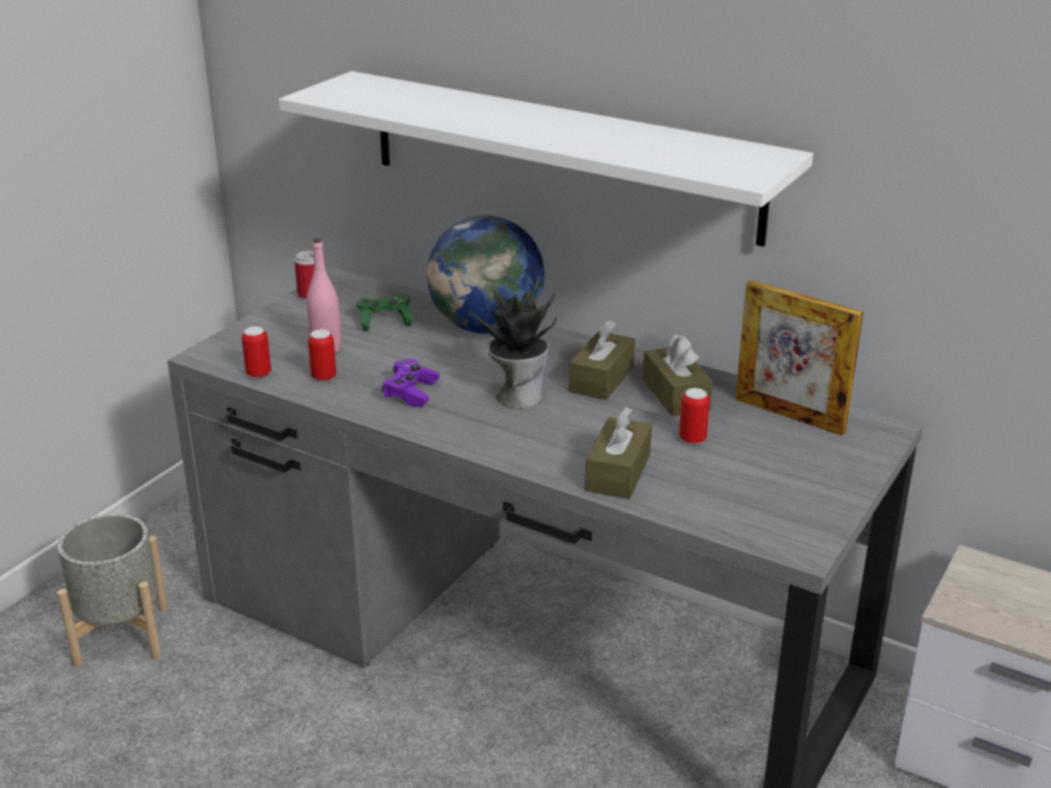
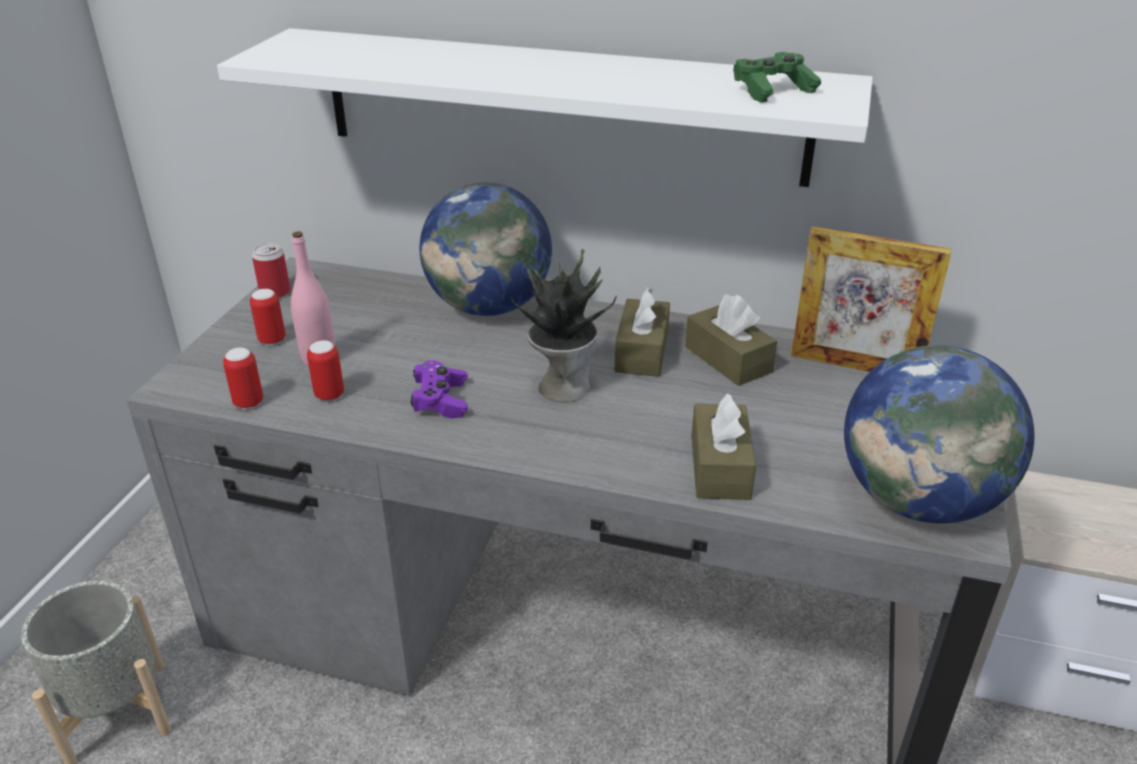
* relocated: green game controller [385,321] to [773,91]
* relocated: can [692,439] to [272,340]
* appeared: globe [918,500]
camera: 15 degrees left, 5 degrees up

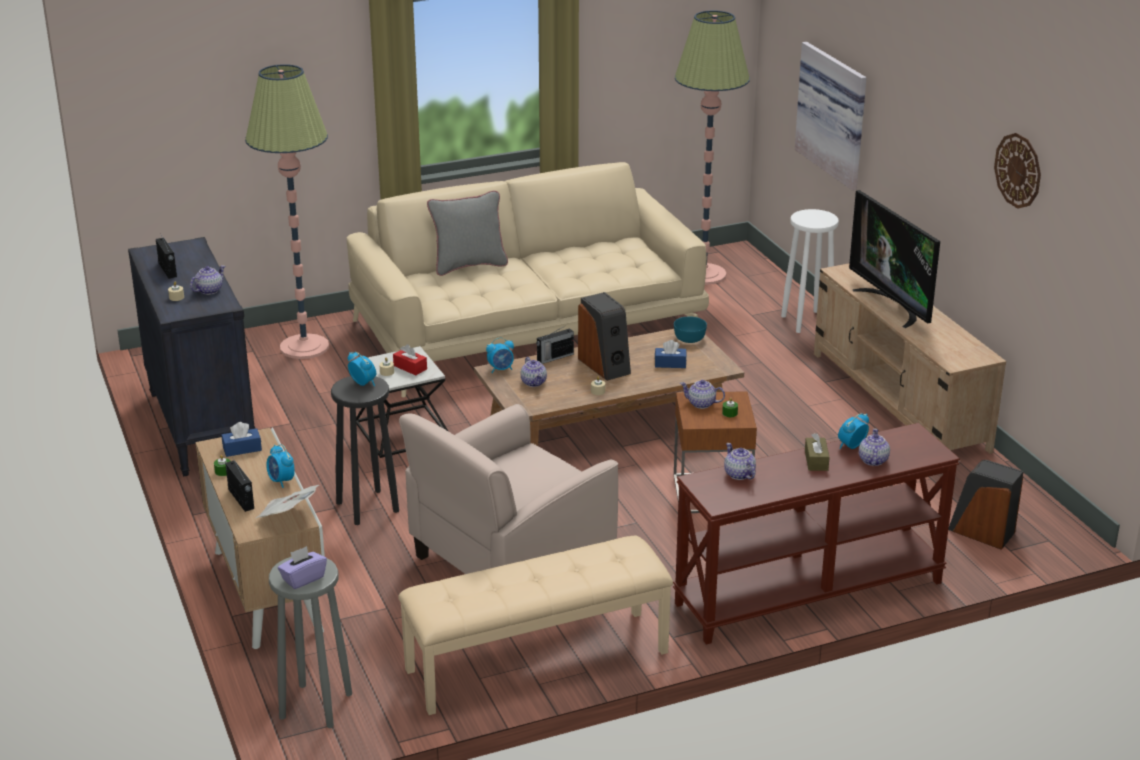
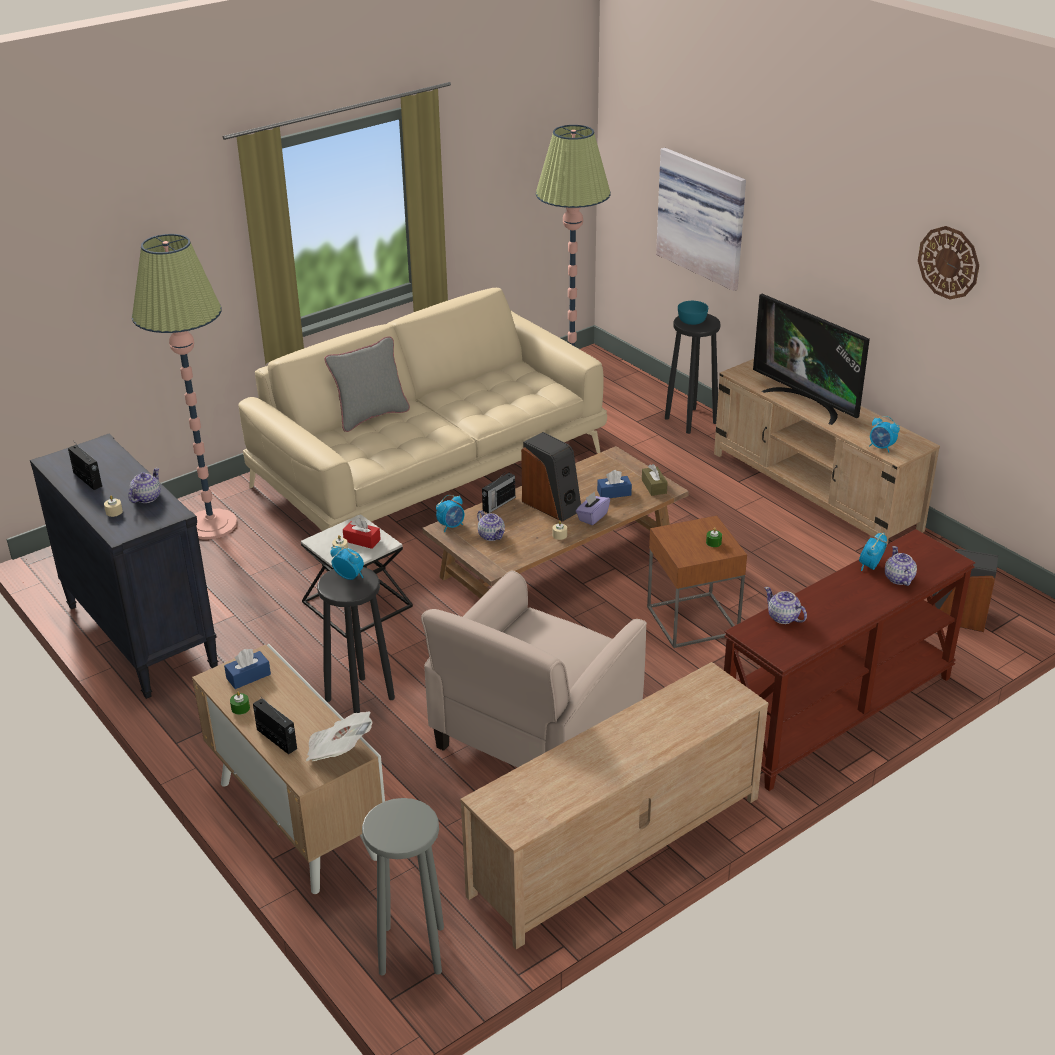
* colour: white stool [807,322] to black stool [691,421]
* relocated: turquoise bowl [690,338] to [692,320]
* missing: teapot [701,404]
* relocated: brown tissue box [816,461] to [654,486]
* relocated: alarm clock [281,481] to [881,447]
* exchanged: beige bench [537,662] to beige tv stand [615,846]
* relocated: purple tissue box [303,578] to [592,517]
camera: 15 degrees left, 5 degrees up

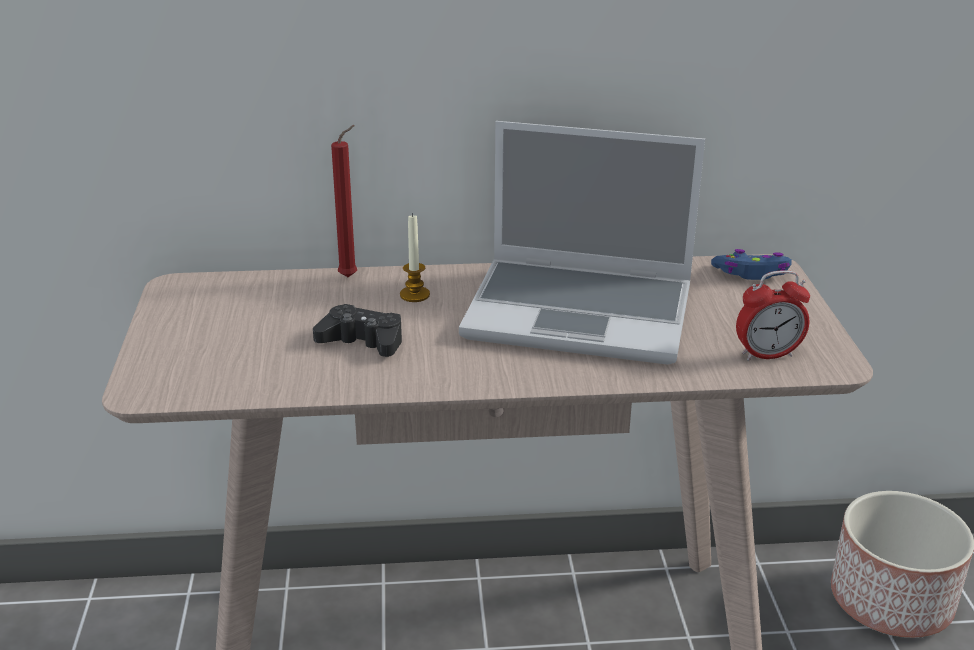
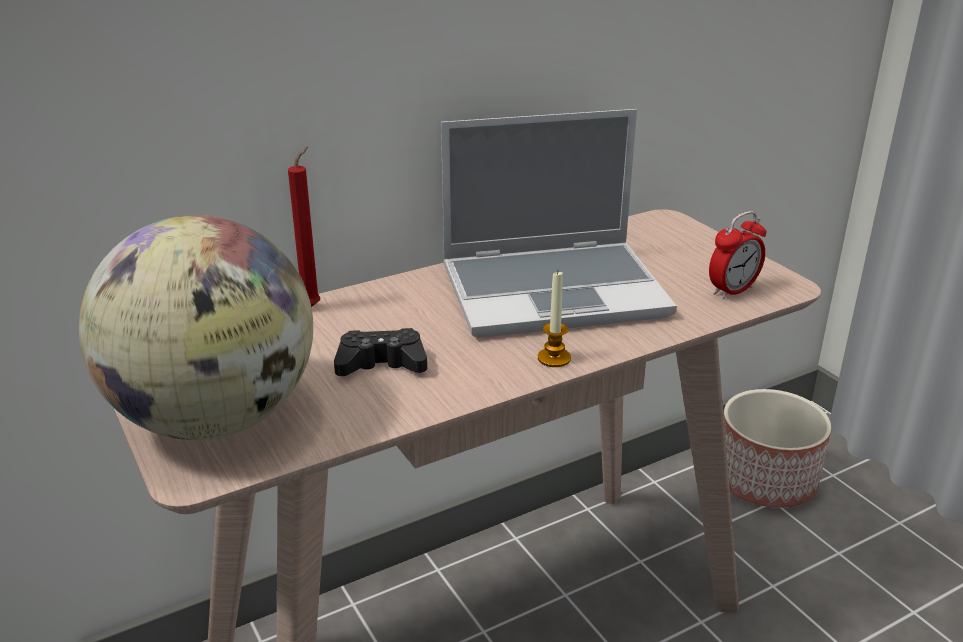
* relocated: candle [414,295] to [554,358]
* missing: blue game controller [752,273]
* appeared: globe [215,419]
camera: 25 degrees left, 0 degrees up

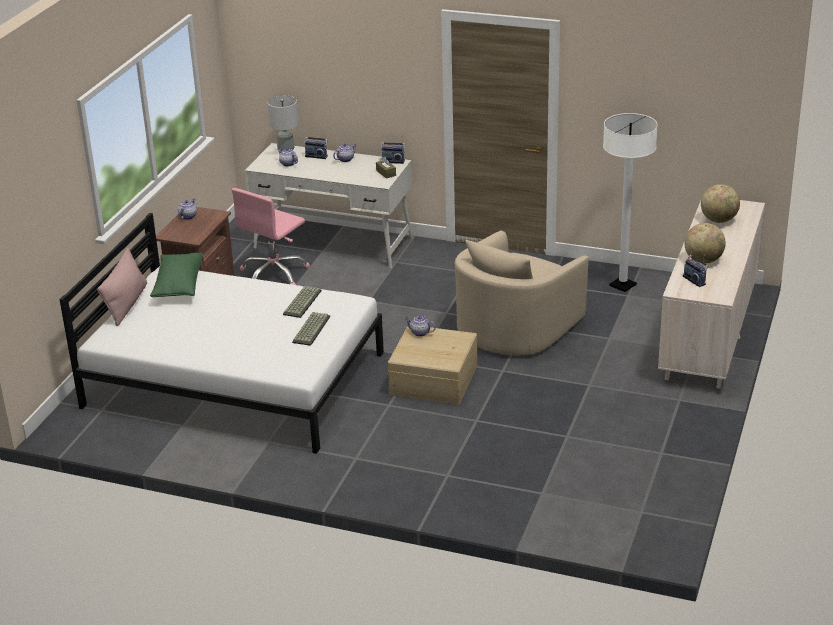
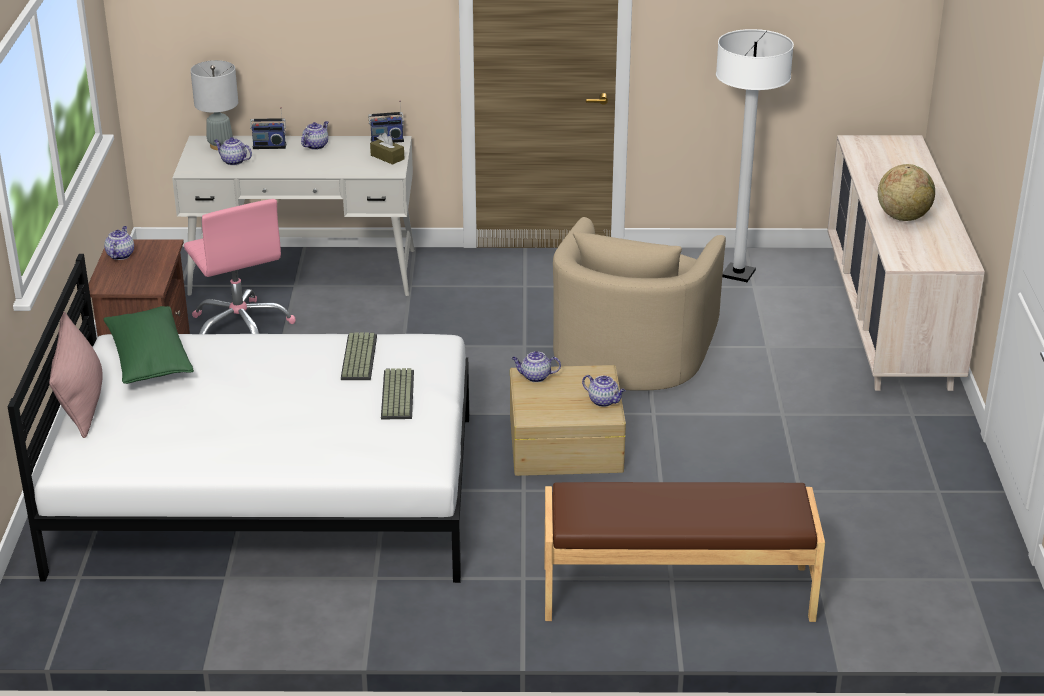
* missing: globe [719,220]
* spun: pink office chair [274,274] = [240,327] 45 degrees counterclockwise
* missing: radio [695,280]
* appeared: teapot [604,401]
* appeared: brown bench [677,593]
camera: 20 degrees left, 0 degrees up

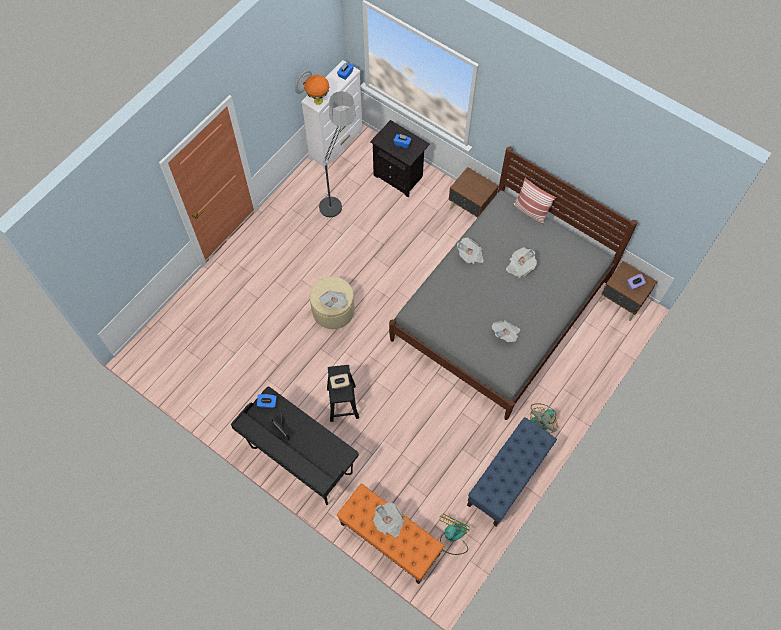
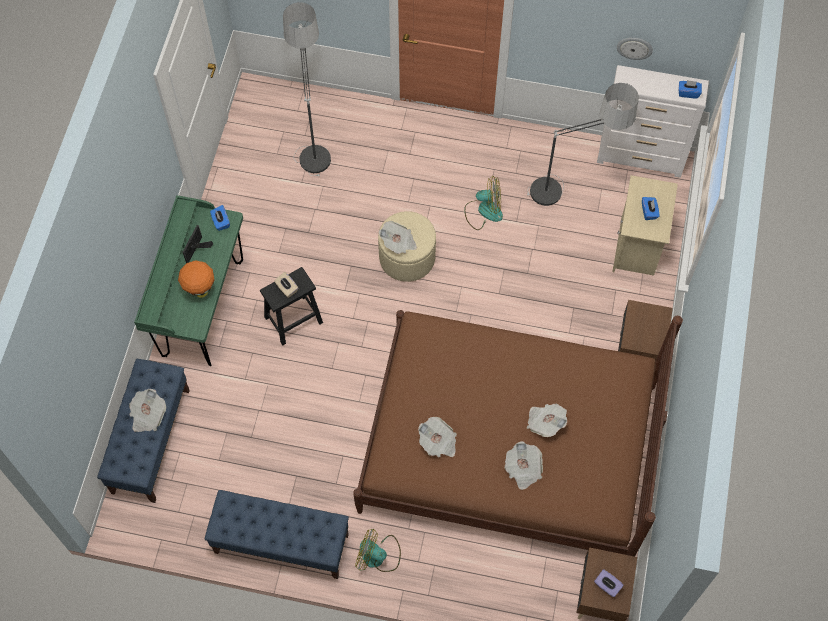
* relocated: orange table lamp [318,101] to [200,292]
* colour: black nightstand [400,176] to beige nightstand [637,249]
* colour: grey bed [501,310] to brown bed [507,447]
* missing: pillow [530,211]
* relocated: newspaper [470,255] to [523,469]
* colour: black desk [301,461] to green desk [203,308]
* colour: orange bench [389,539] to blue bench [151,440]
* relocated: fan [452,537] to [483,211]
* appeared: floor lamp [312,139]
camera: 65 degrees right, 0 degrees up

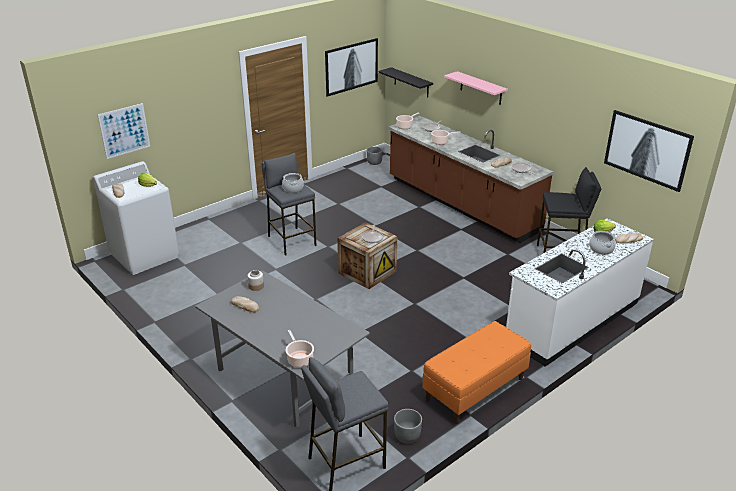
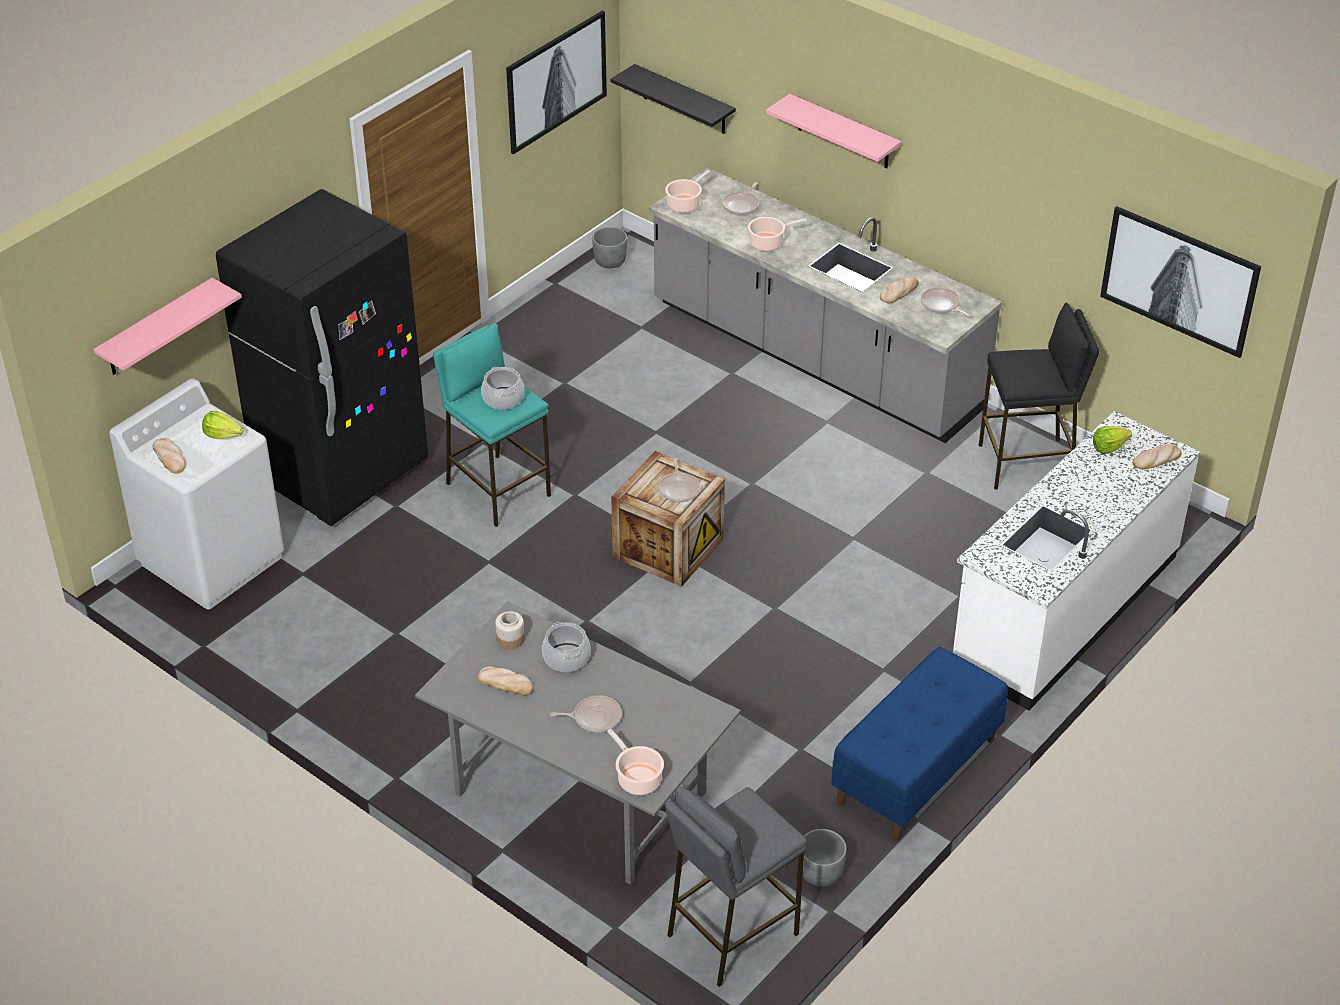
* exchanged: picture [124,130] to pink shelf [157,328]
* colour: brown counter [461,204] to grey counter [814,357]
* colour: grey stool [291,241] to turquoise stool [497,489]
* relocated: cooking pot [601,249] to [566,658]
* colour: orange bench [475,389] to blue bench [917,771]
* appeared: black fridge [342,473]
* appeared: frying pan [594,717]
camera: 10 degrees left, 10 degrees up

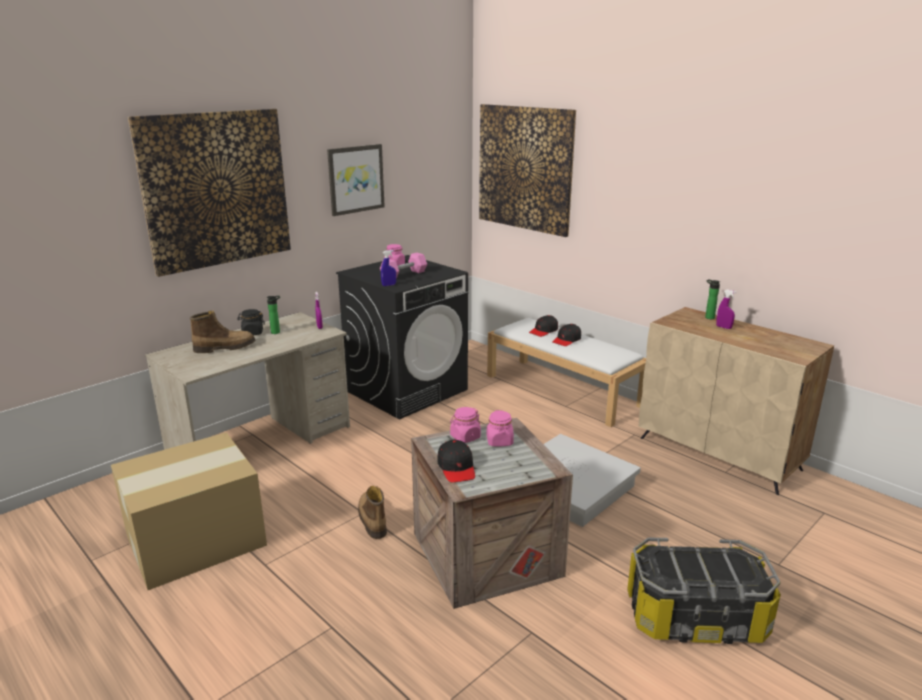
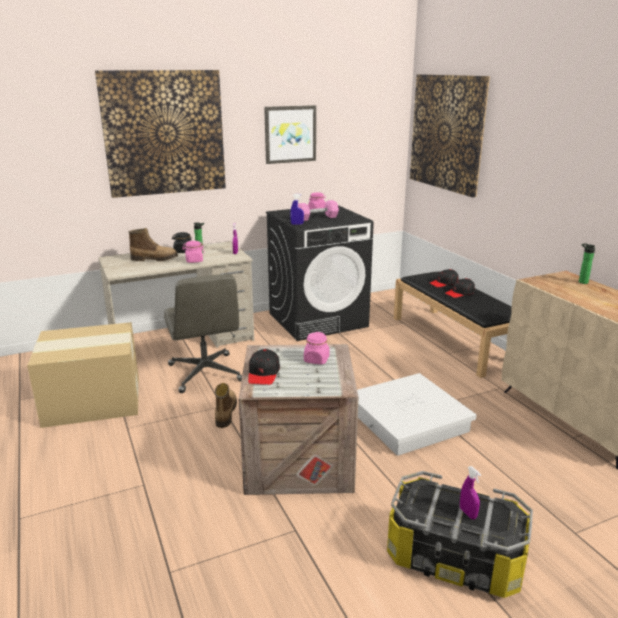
* relocated: purple spray bottle [723,327] to [468,513]
* colour: white bench [563,390] to black bench [455,340]
* relocated: pink jar [465,437] to [194,261]
* appeared: grey office chair [206,373]
camera: 20 degrees right, 0 degrees up

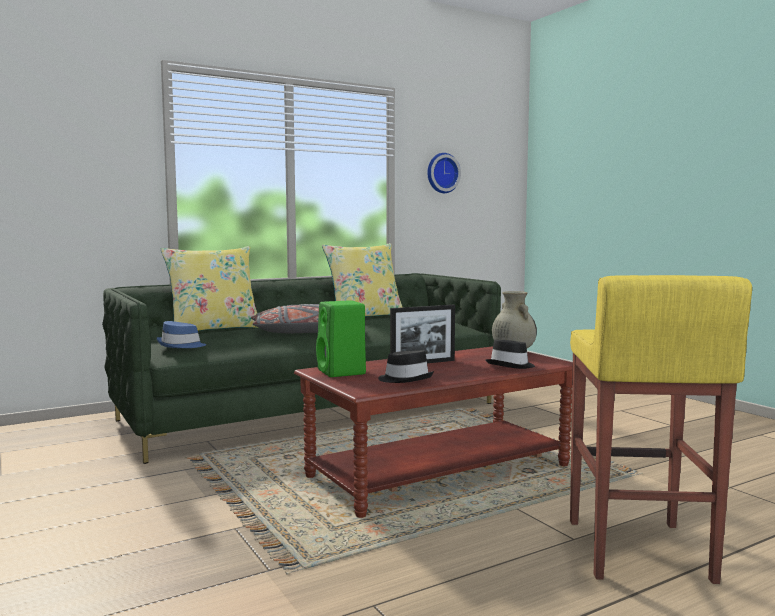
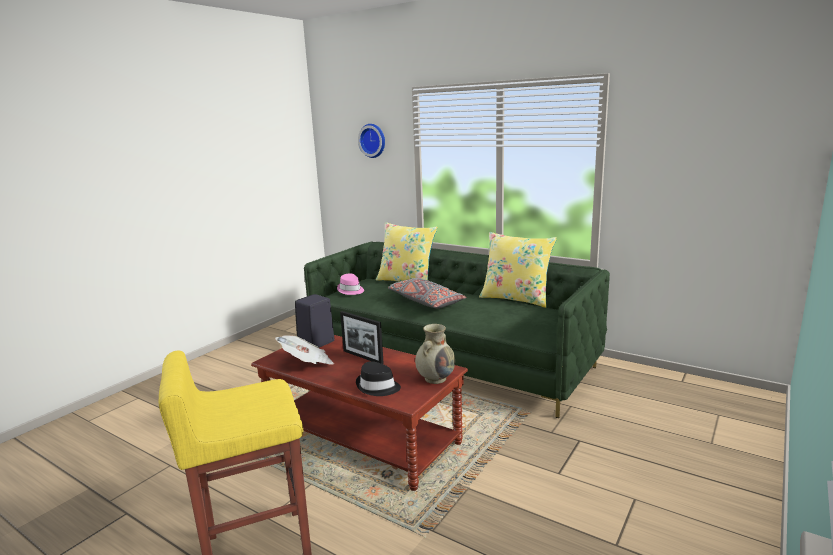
* relocated: wall clock [441,173] to [373,140]
* colour: green speaker [342,372] to black speaker [315,343]
* colour: blue hat [181,345] to pink hat [350,290]
* exchanged: black hat [405,379] to newspaper [307,363]
camera: 65 degrees right, 10 degrees up

